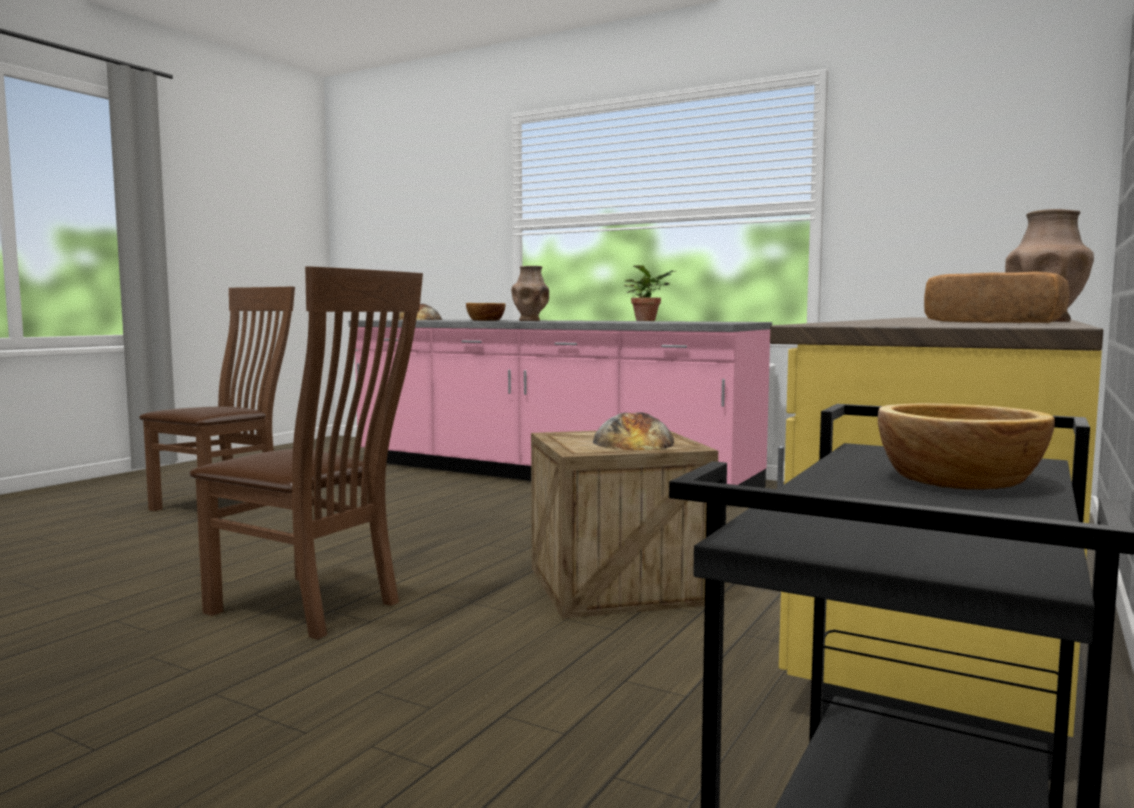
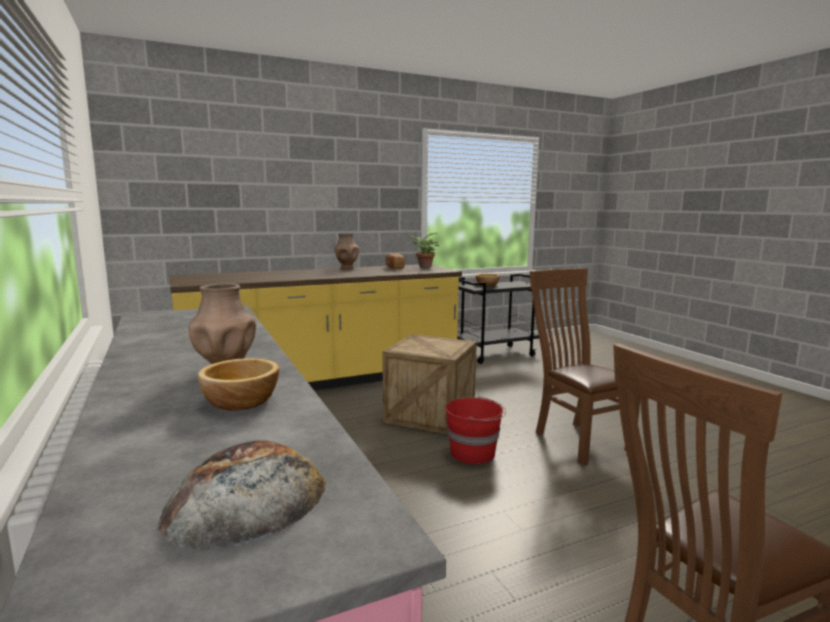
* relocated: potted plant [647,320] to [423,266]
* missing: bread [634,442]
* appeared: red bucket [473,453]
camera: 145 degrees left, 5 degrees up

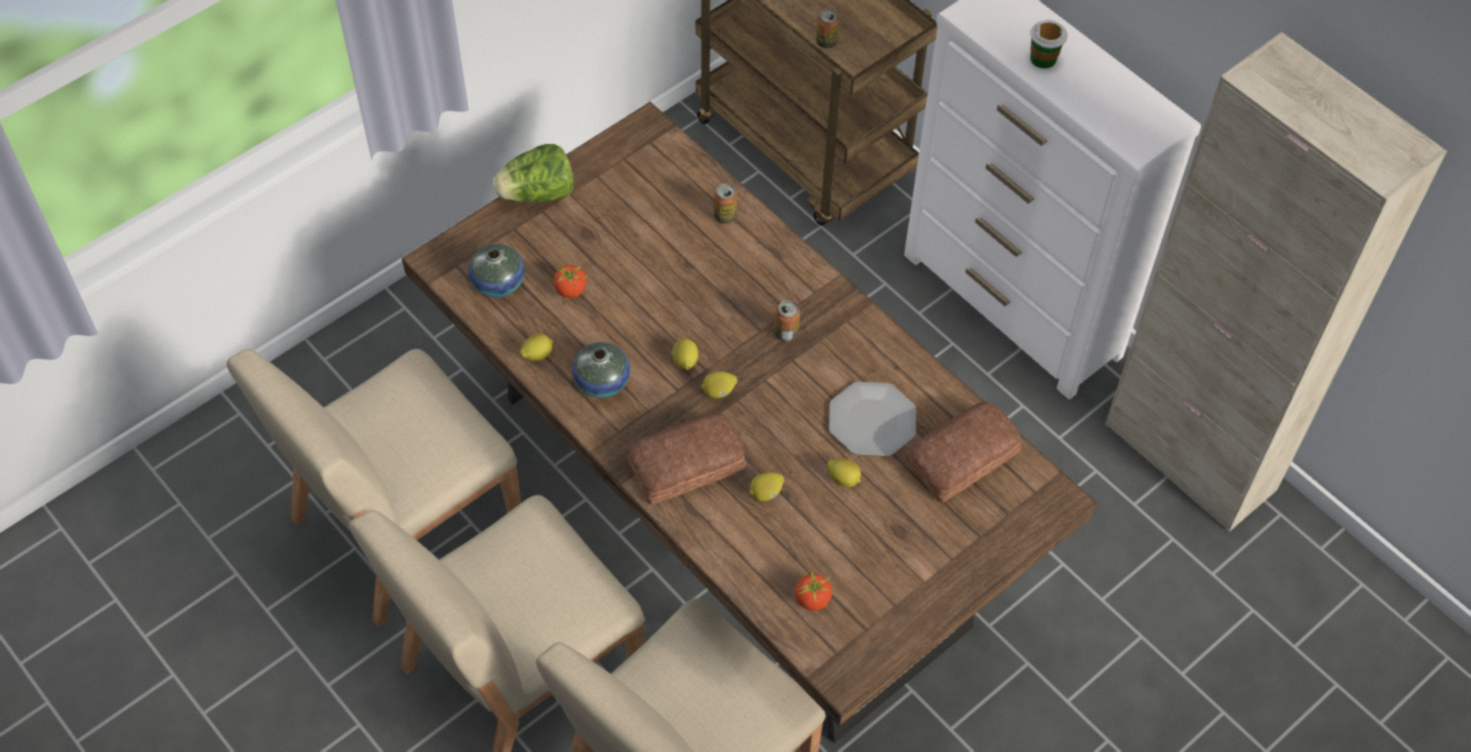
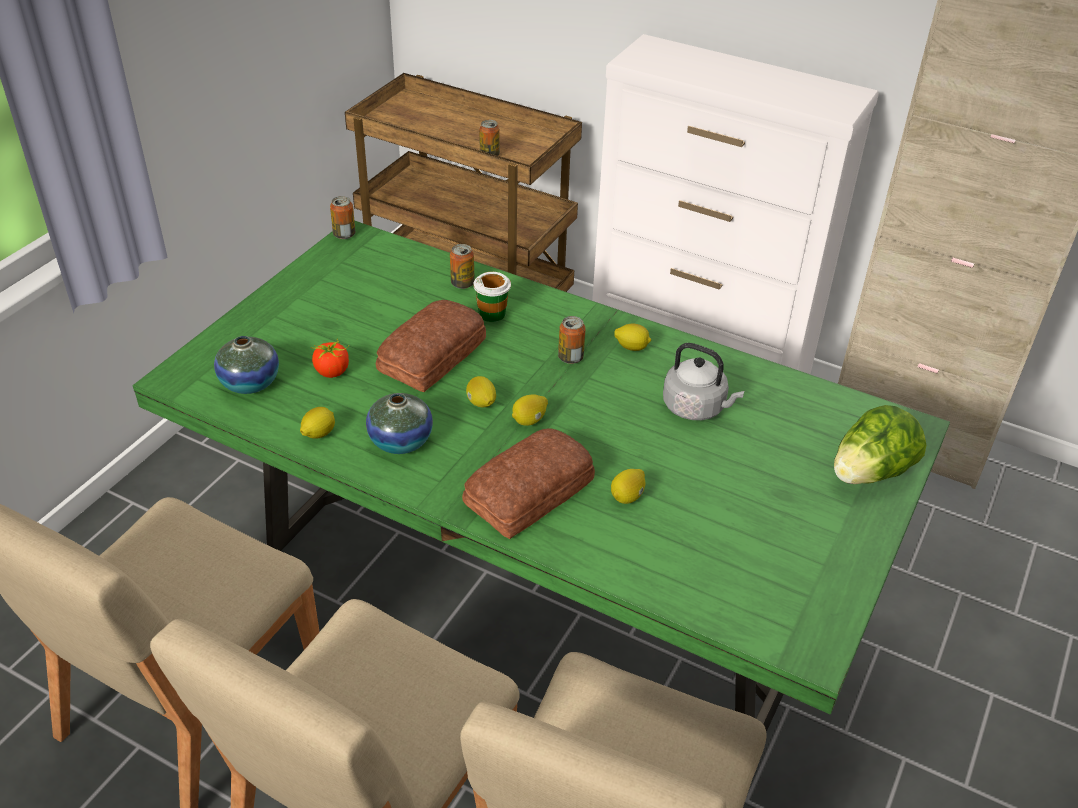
* relocated: cup [1043,58] to [492,313]
* colour: brown dining table [729,510] to green dining table [530,593]
* relocated: lettuce [538,194] to [870,473]
* exchanged: plate [872,421] to grey kettle [697,408]
* relocated: bread [964,459] to [435,355]
* relocated: lemon [843,479] to [631,347]
* missing: tomato [812,599]
* appeared: can [344,234]
camera: 20 degrees left, 15 degrees down

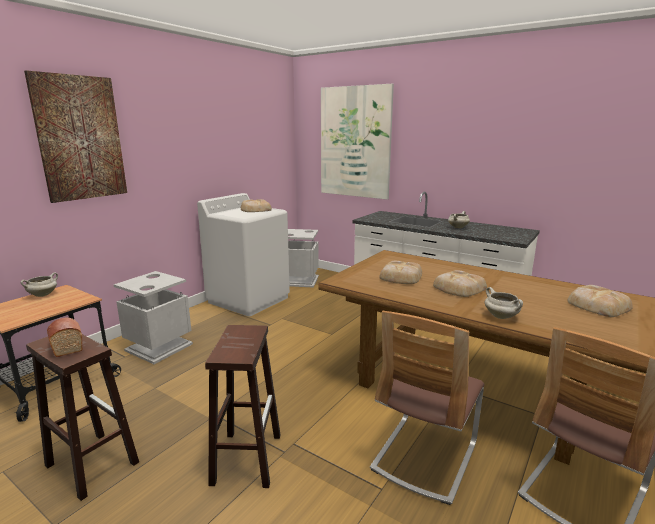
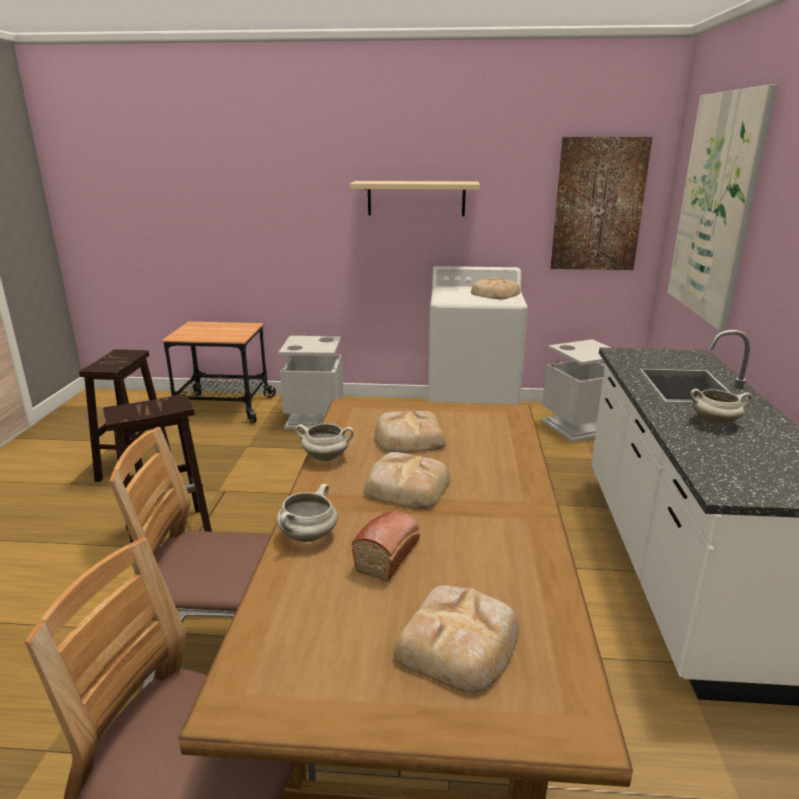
* relocated: picture [80,138] to [598,205]
* relocated: white cooking pot [43,295] to [326,457]
* relocated: bread [66,344] to [389,554]
* appeared: beige shelf [416,198]
camera: 60 degrees right, 5 degrees up

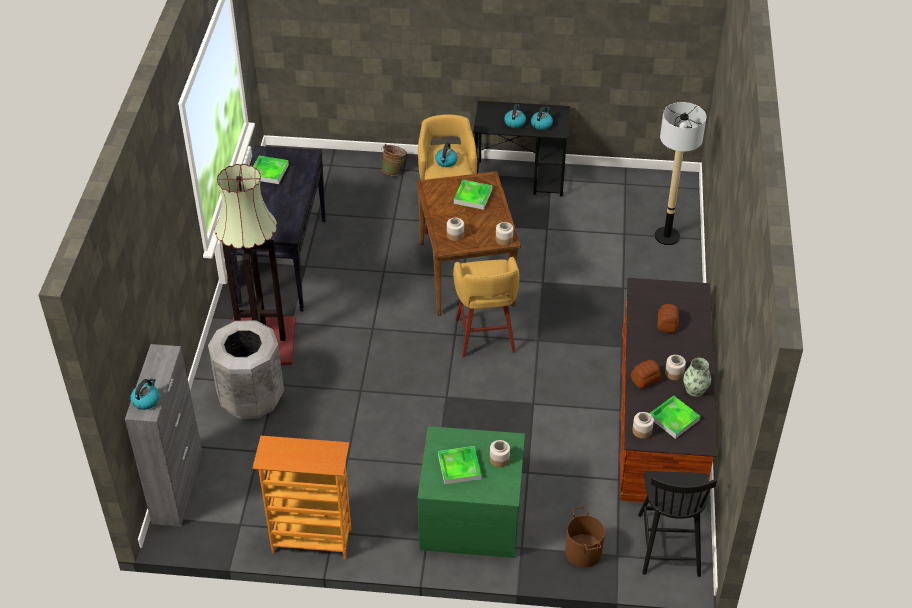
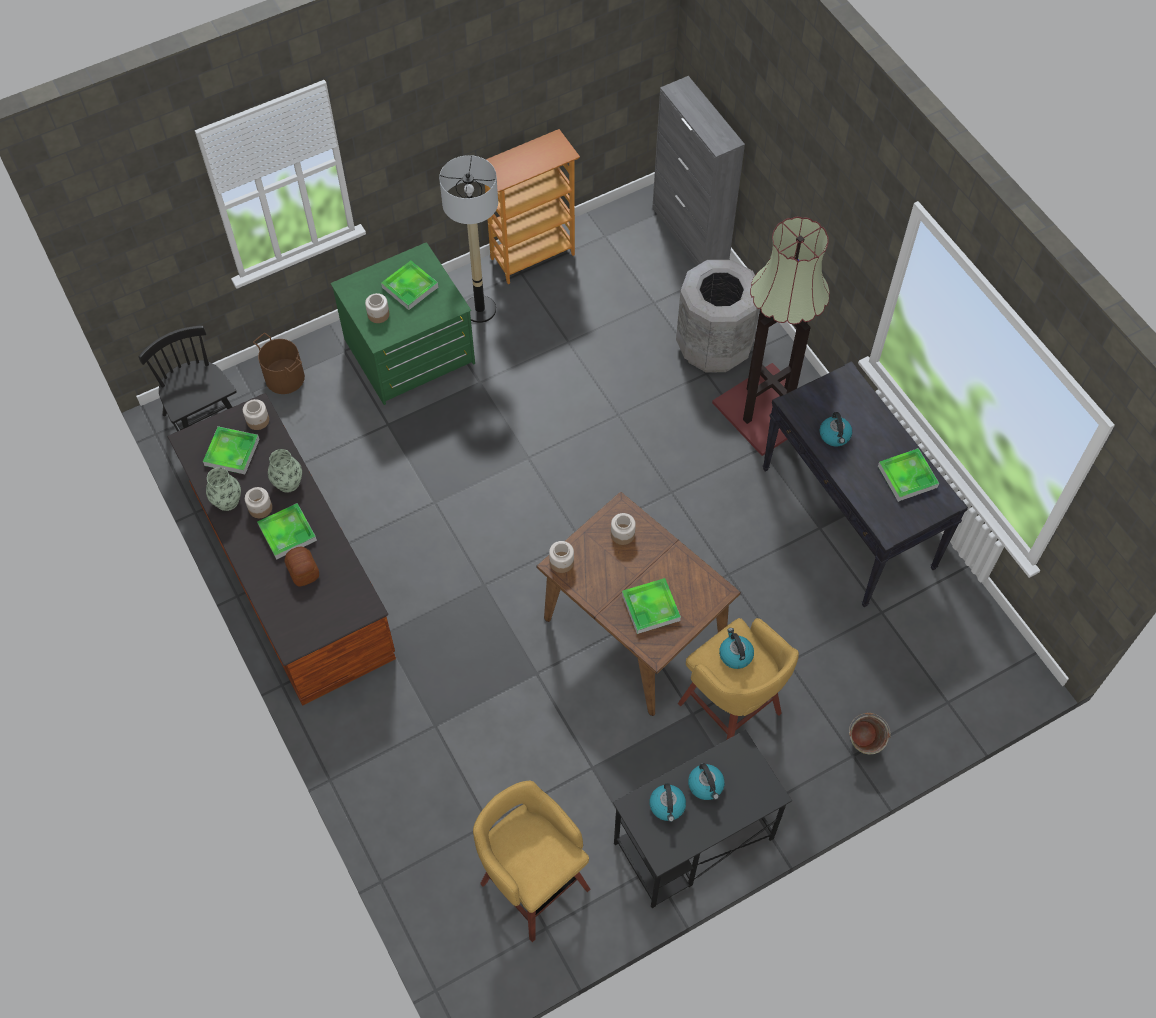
* relocated: floor lamp [667,236] to [479,310]
* relocated: yellow stool [485,337] to [532,883]
* exchanged: bread [645,379] to vase [288,482]
* relocated: kettle [146,400] to [835,436]
* appeared: tray [287,533]
camera: 145 degrees right, 15 degrees up

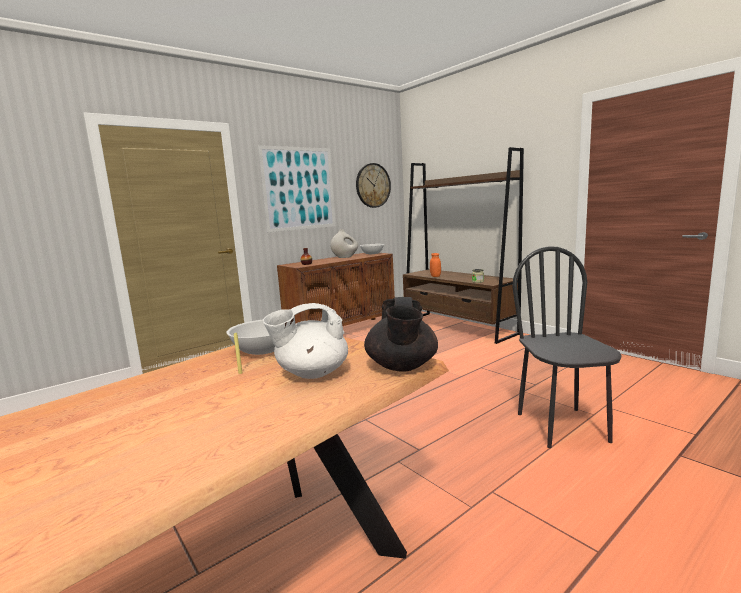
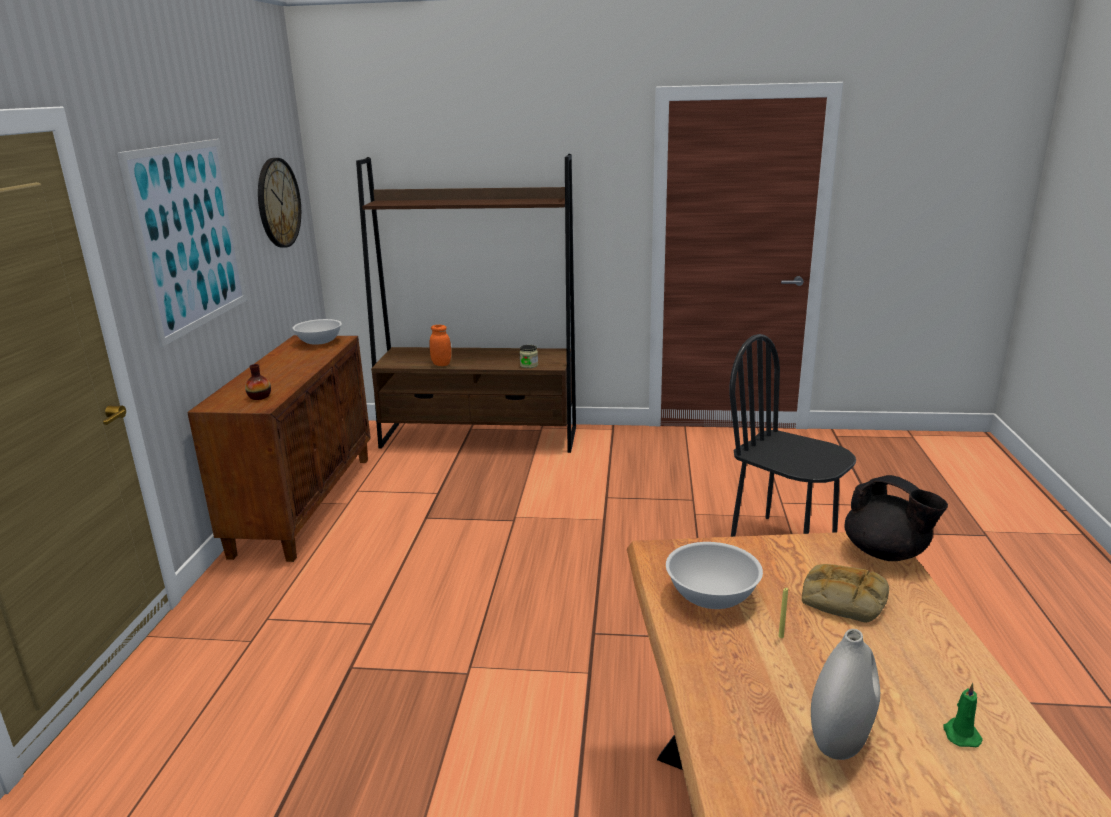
* relocated: white vase [345,257] to [840,738]
* exchanged: white teapot [311,373] to bread [842,599]
* appeared: green candle [960,734]
camera: 45 degrees left, 10 degrees up

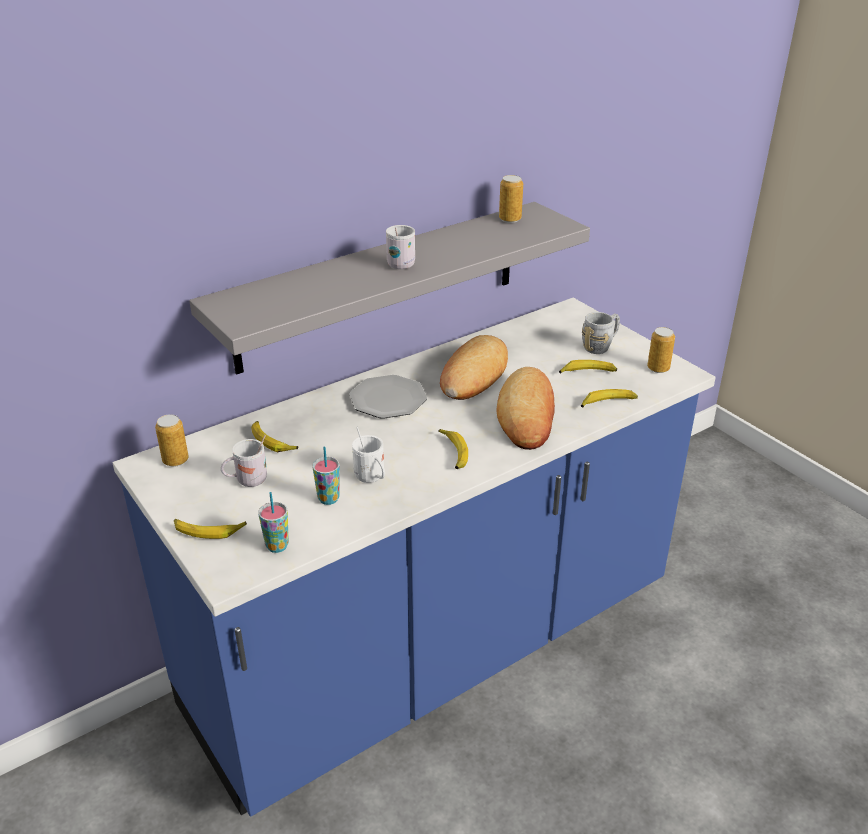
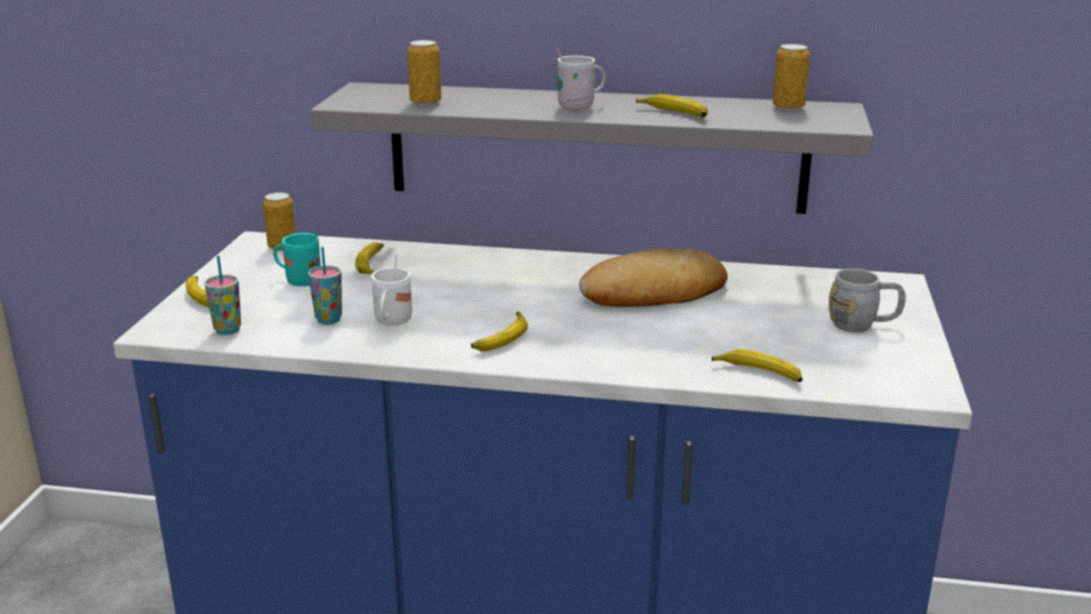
* relocated: can [658,368] to [425,102]
* relocated: banana [587,372] to [674,113]
* missing: bread [527,414]
* missing: plate [388,399]
* colour: white mug [247,481] to turquoise mug [299,281]
camera: 45 degrees right, 10 degrees down

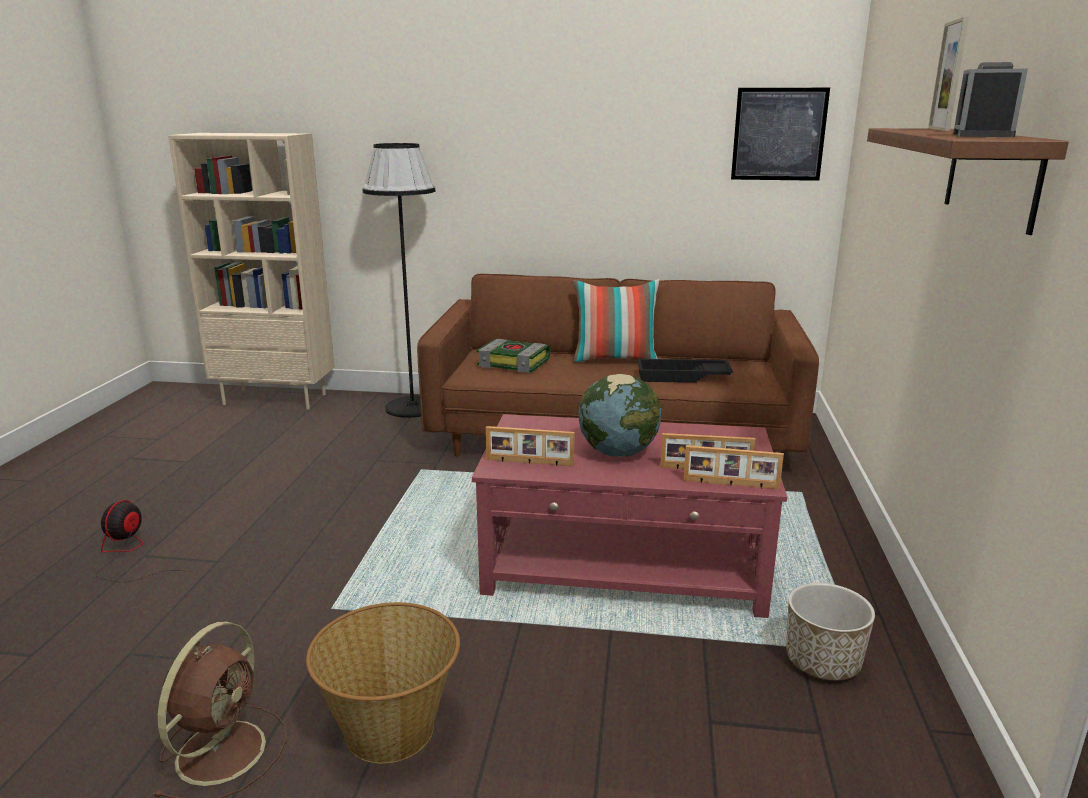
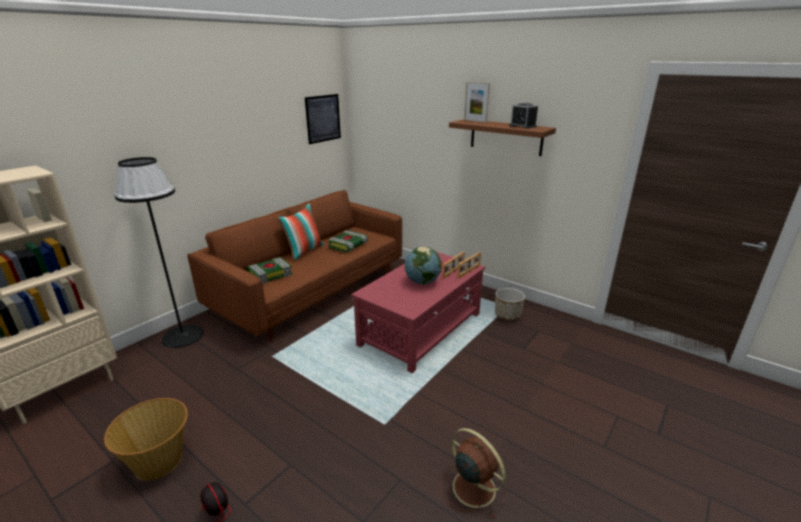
* exchanged: black tray [682,377] to book [348,246]
* missing: picture frame [529,463]
* relocated: basket [391,731] to [159,461]
camera: 60 degrees left, 5 degrees up

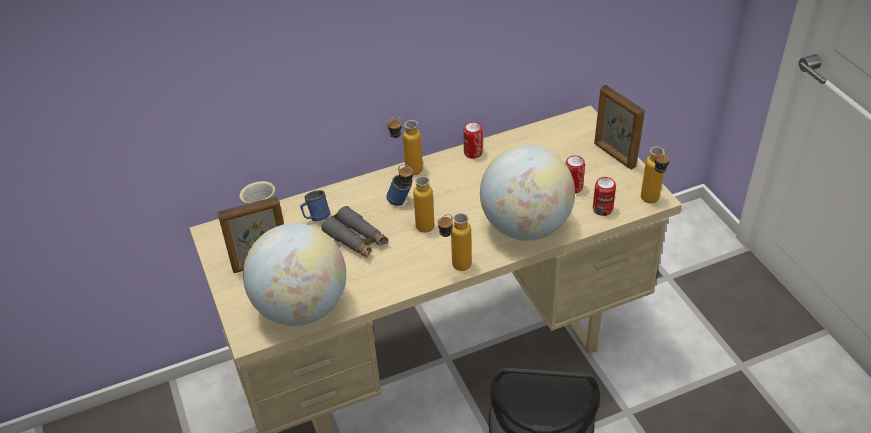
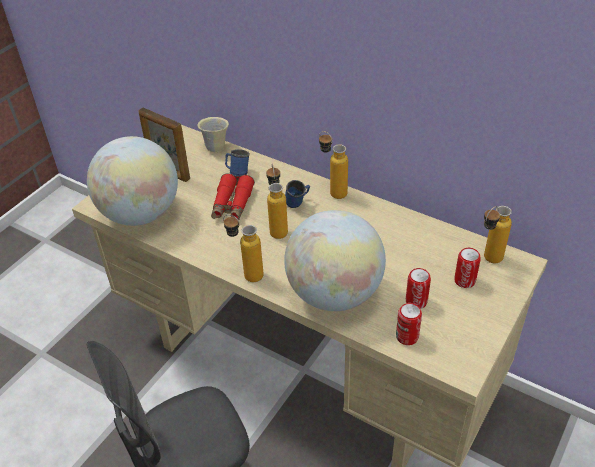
* missing: picture frame [614,155]
* relocated: can [473,153] to [464,281]
* relocated: bottle [651,203] to [487,261]
* colour: grey binoculars [356,239] to red binoculars [232,204]
camera: 55 degrees right, 0 degrees up

